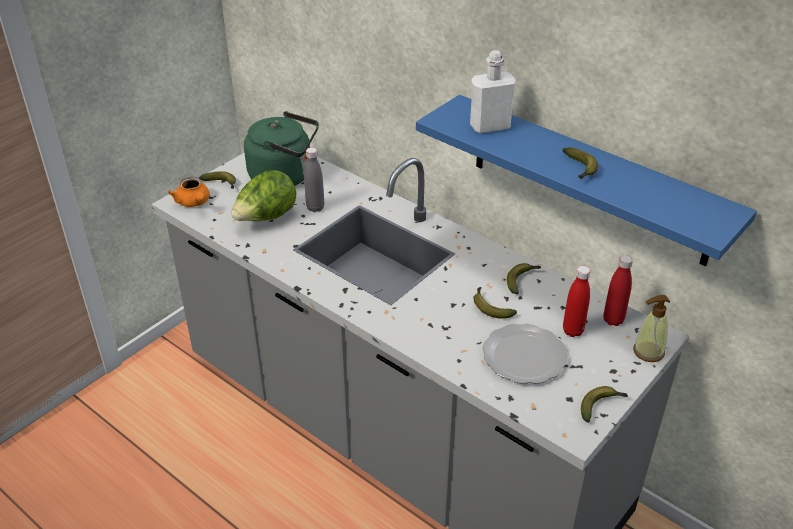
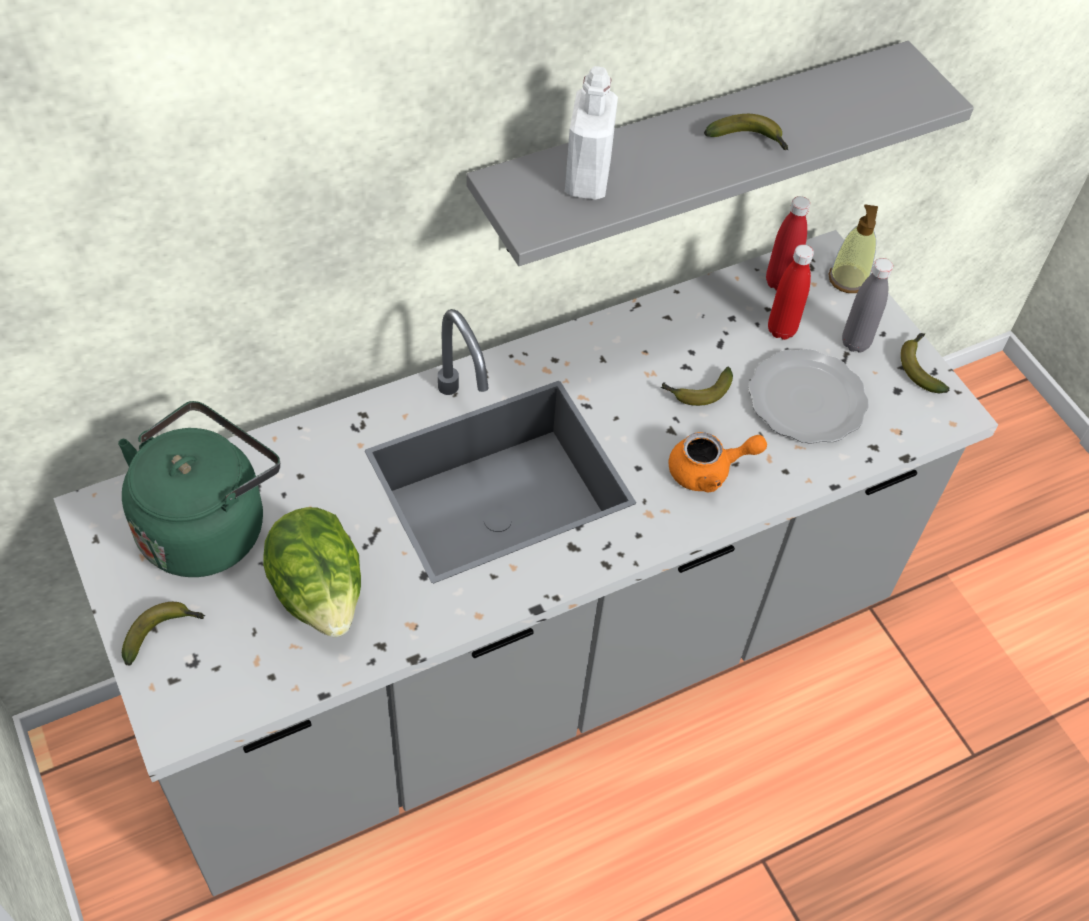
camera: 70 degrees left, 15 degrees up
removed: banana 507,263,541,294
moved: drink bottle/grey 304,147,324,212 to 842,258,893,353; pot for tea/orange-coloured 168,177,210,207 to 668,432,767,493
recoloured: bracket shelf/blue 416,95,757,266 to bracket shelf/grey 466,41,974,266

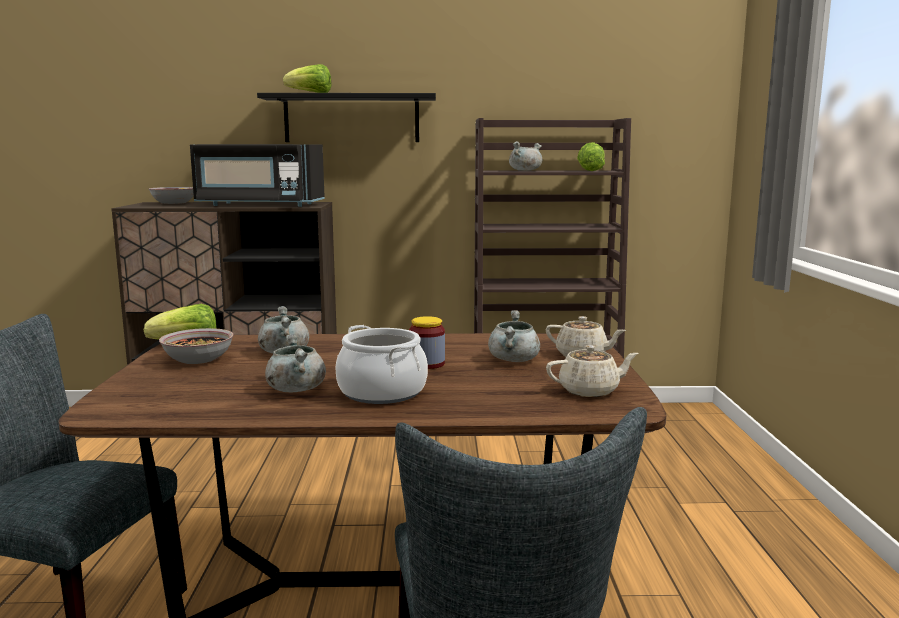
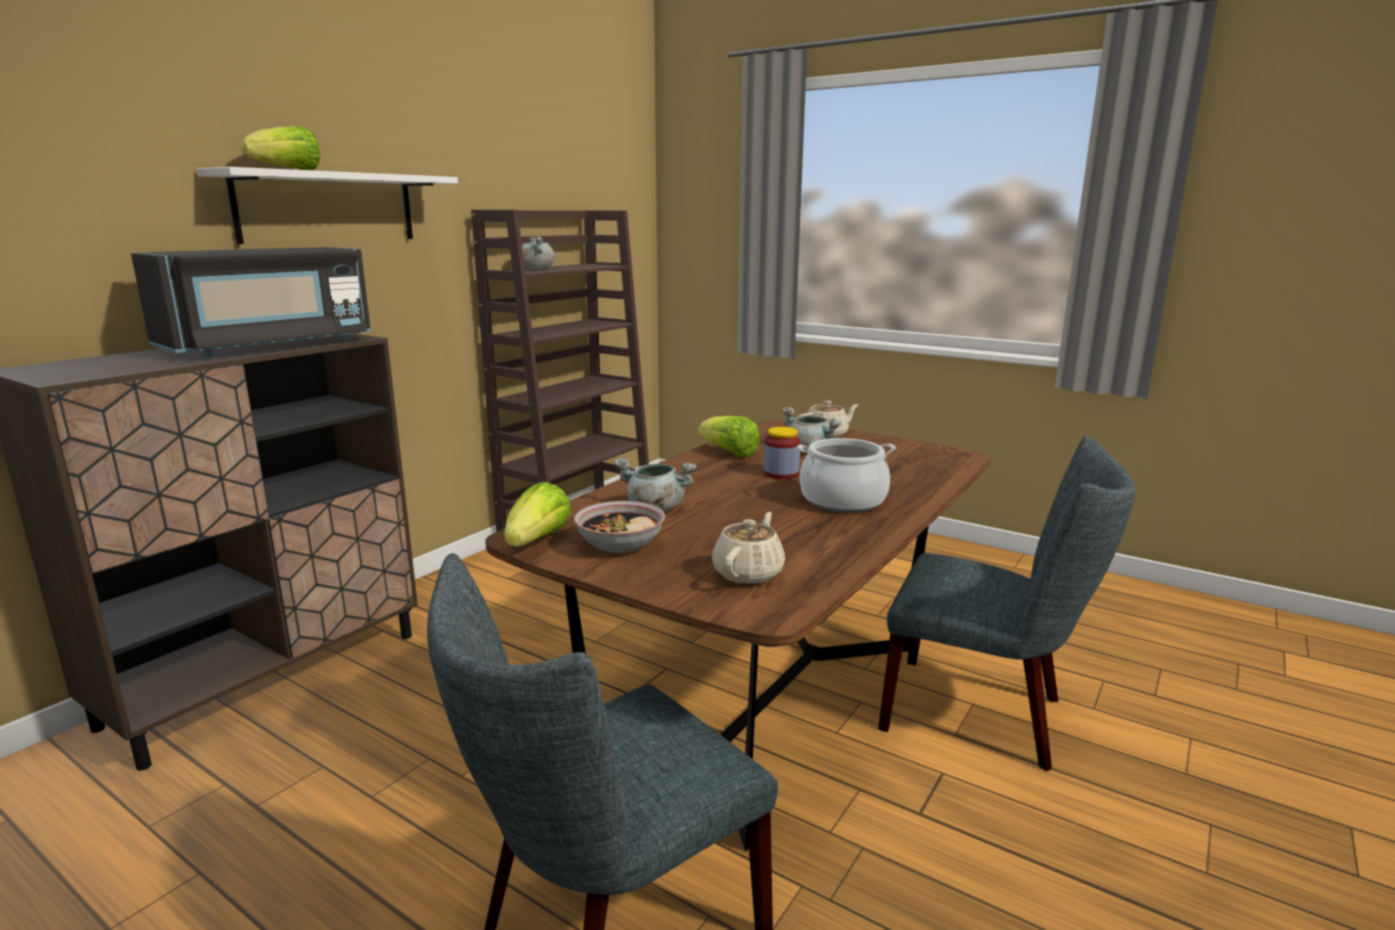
camera: 55 degrees left, 5 degrees up
removed: bowl 149,187,194,204; stockpot/grey 265,334,326,392
moved: head of lettuce 577,142,605,171 to 698,416,760,457; pot for tea/beige 546,345,638,397 to 712,512,785,584
recoloured: bracket shelf/black-coloured 257,93,436,142 to bracket shelf/white-coloured 197,167,458,244

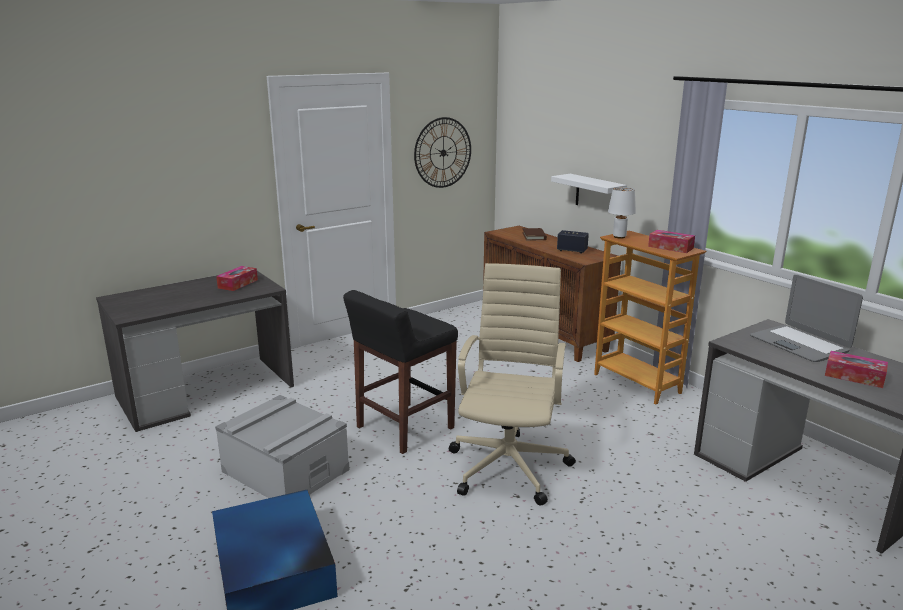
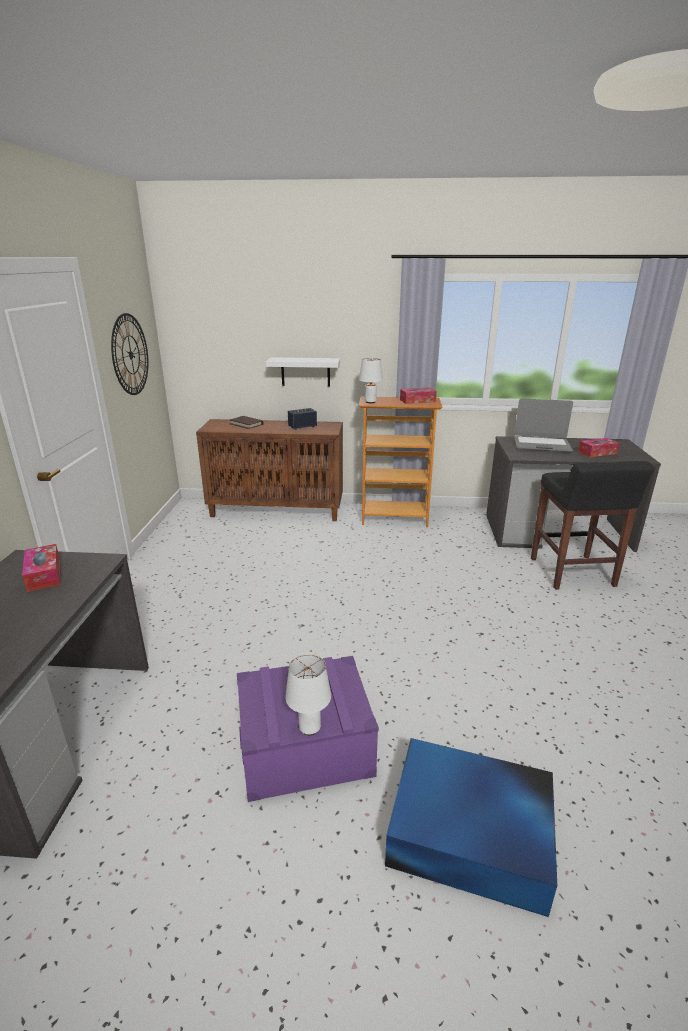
camera: 50 degrees left, 5 degrees up
removed: computer chair/beige 449,263,576,505
added: table lamp/white-coloured 285,654,331,735
moved: stool seat/black-coloured 343,290,458,454 to 531,461,654,590
recoloured: storage box/grey 215,395,350,498 to storage box/purple-coloured 237,656,379,802

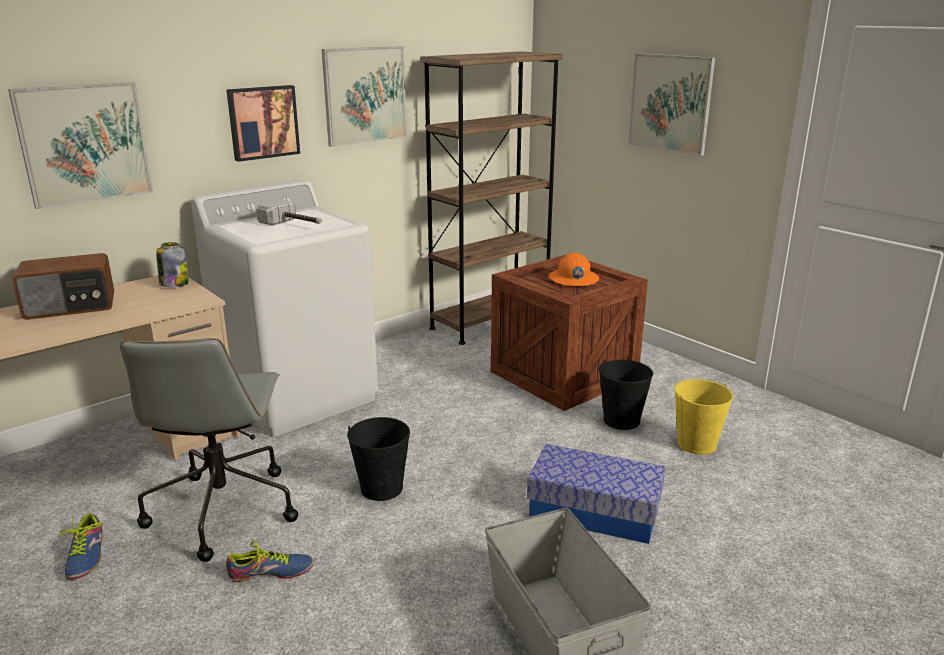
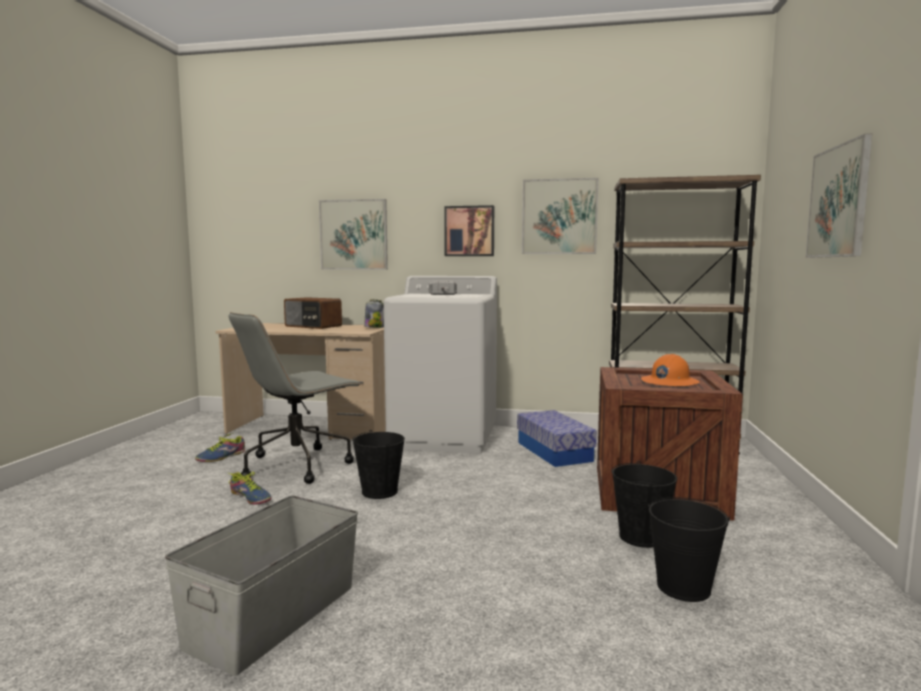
camera: 50 degrees right, 15 degrees down
moved: storage box 527,444,665,544 to 517,410,597,467
recoloured: water bucket/yellowish 674,378,733,455 to water bucket/black-coloured 648,497,730,602

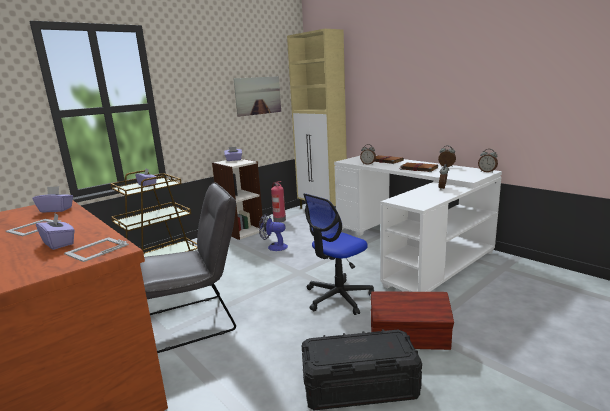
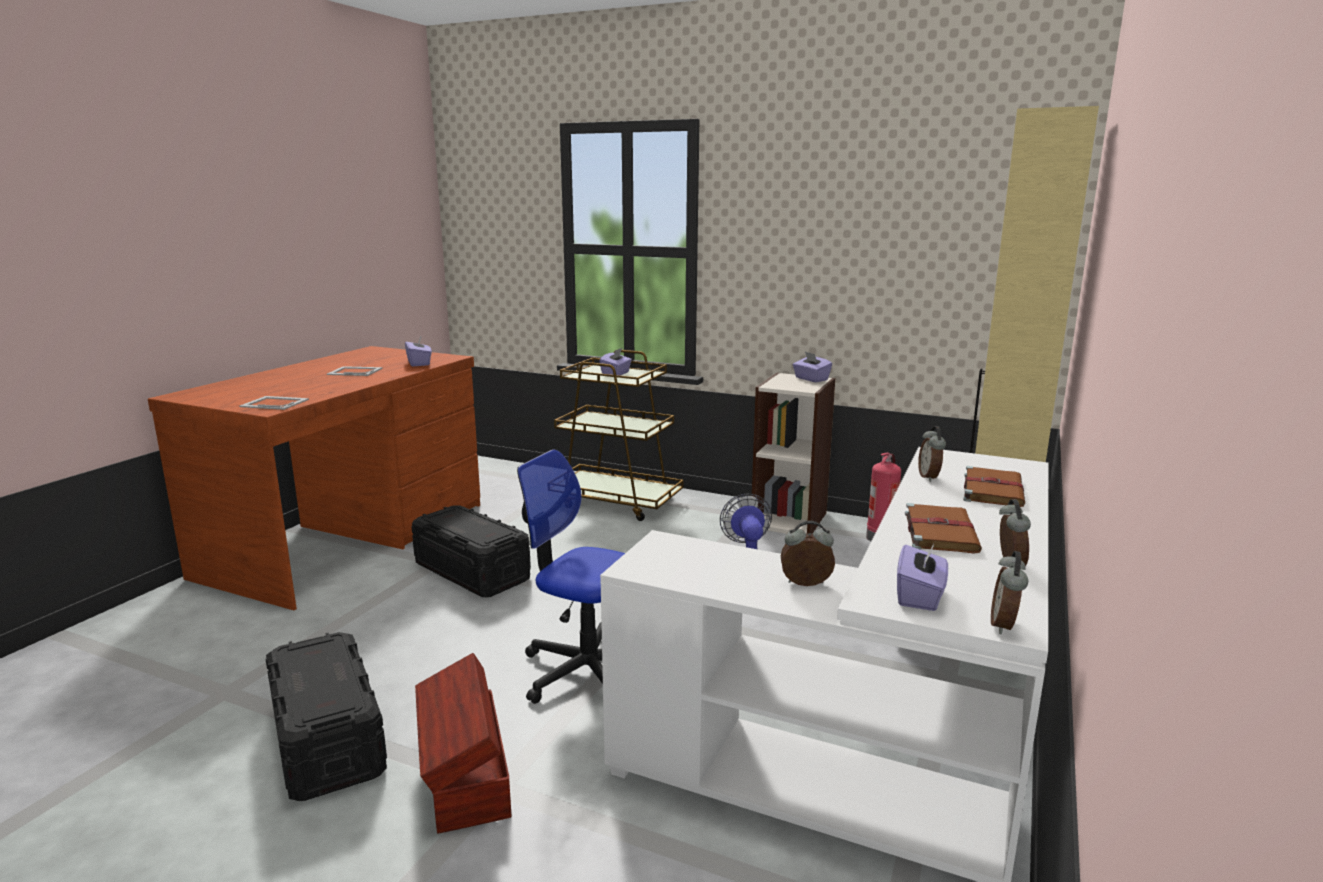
camera: 65 degrees right, 0 degrees up
removed: wall art 233,76,281,117
moved: tissue box/purple-coloured 36,213,75,250 to 897,542,948,611
replaced: chair/grey 140,182,236,353 to storage box/black-coloured 411,505,531,597

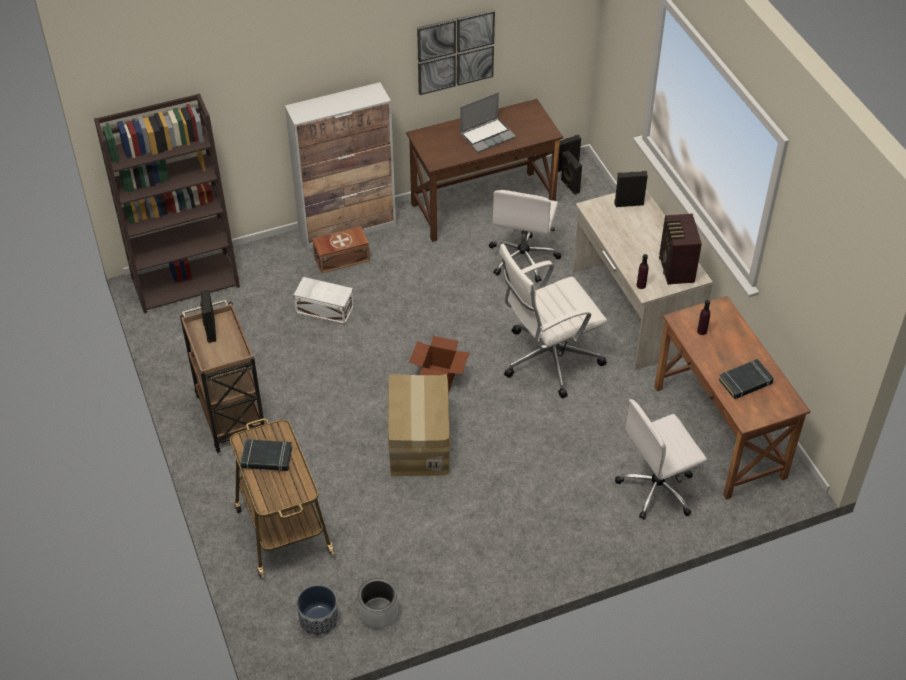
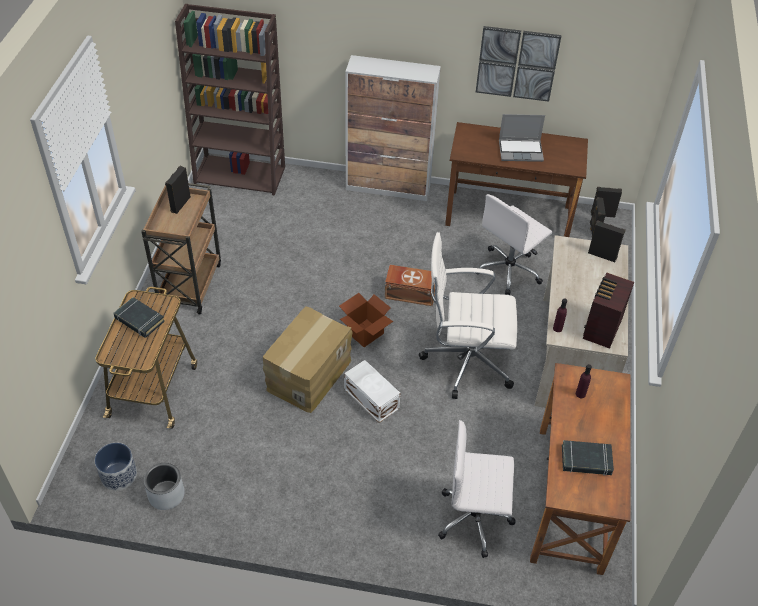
camera: 30 degrees right, 0 degrees up
moved: storage box/brown-coloured 312,226,370,273 to 384,265,435,306; storage box/white-coloured 294,277,354,324 to 344,360,400,423

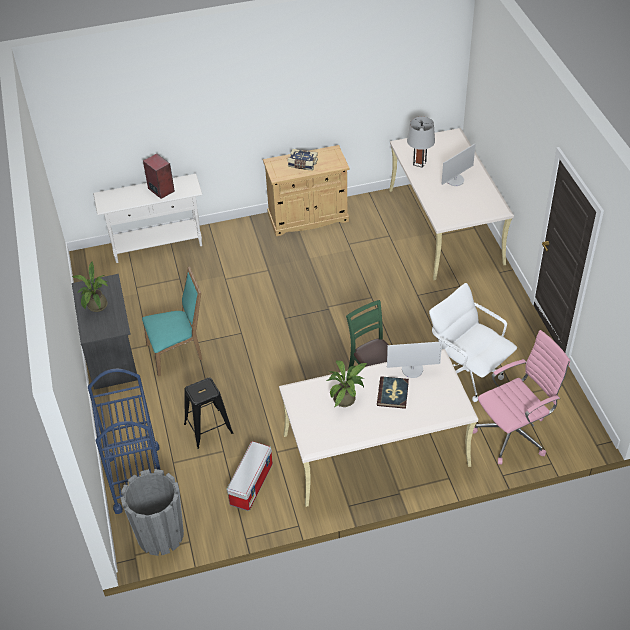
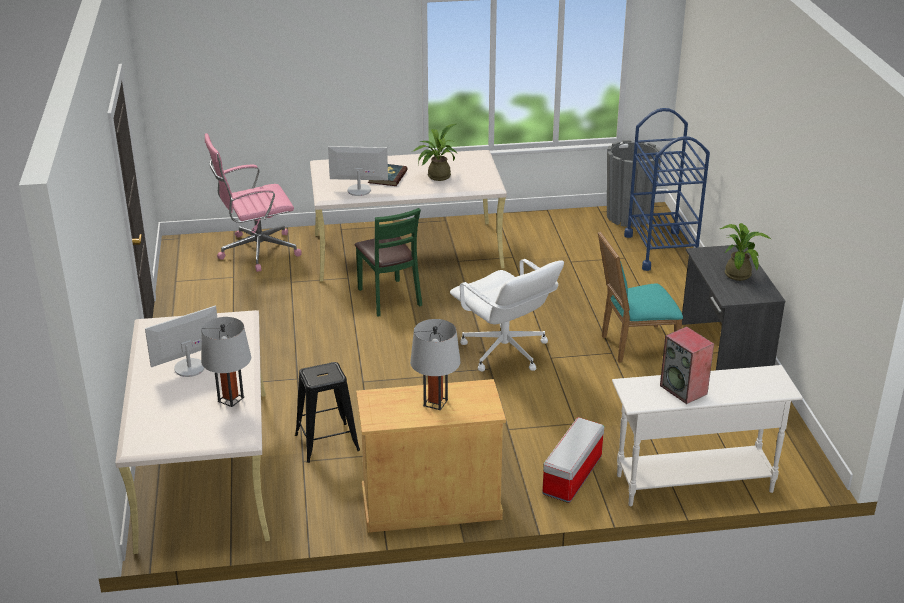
camera: 175 degrees left, 15 degrees down
moved: computer chair/white-coloured 429,283,517,402 to 450,259,564,372; stool seat/black-coloured 184,378,233,449 to 295,362,360,463; storage box 227,441,273,511 to 543,417,604,503
replaced: bound book 288,149,318,171 to table lamp/grey 410,319,461,410

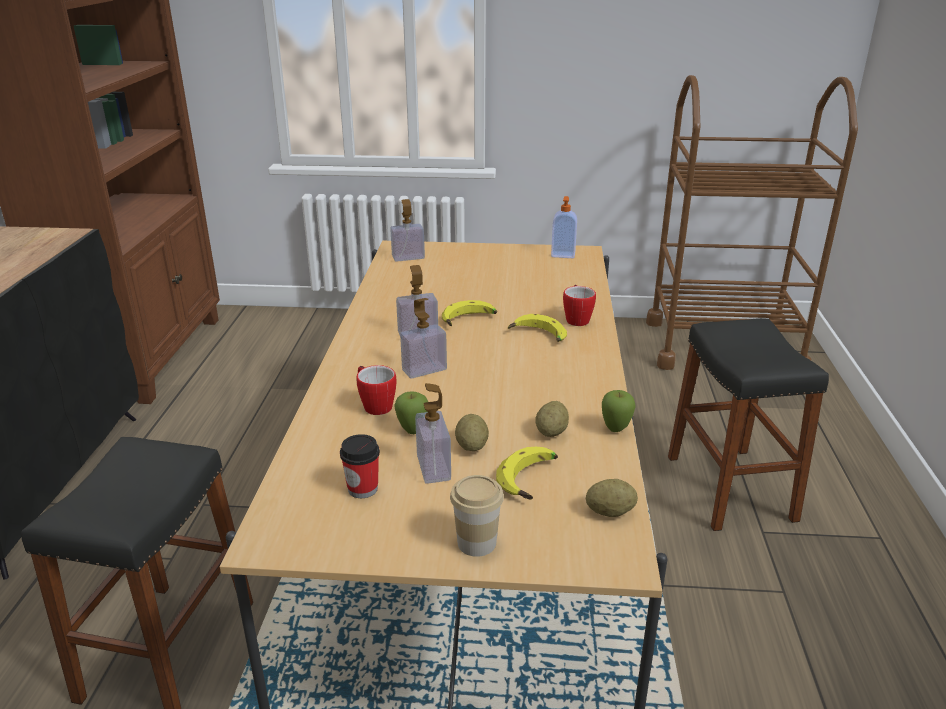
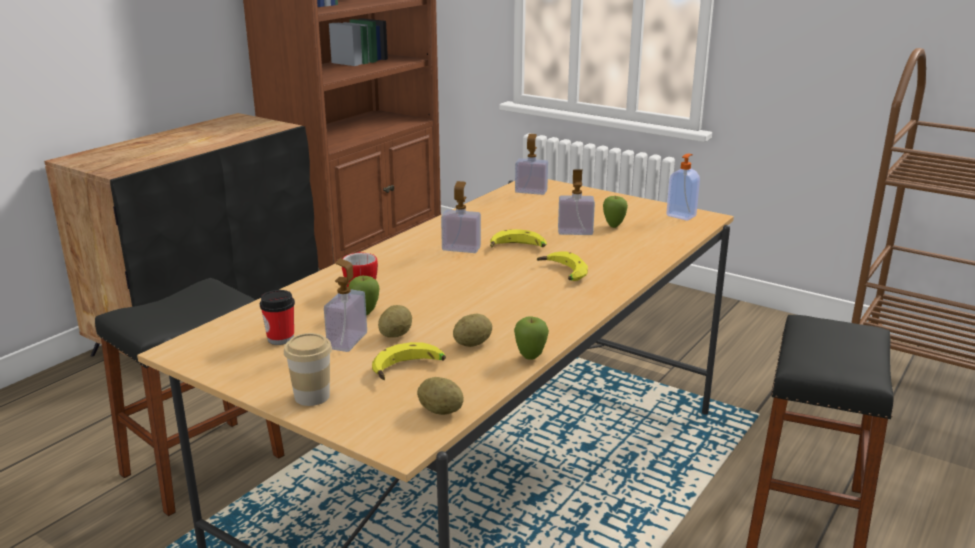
camera: 30 degrees right, 5 degrees down
removed: coffee mug 563,285,596,326
added: apple 603,196,628,228
moved: soap dispenser 400,298,447,378 to 558,169,595,235

